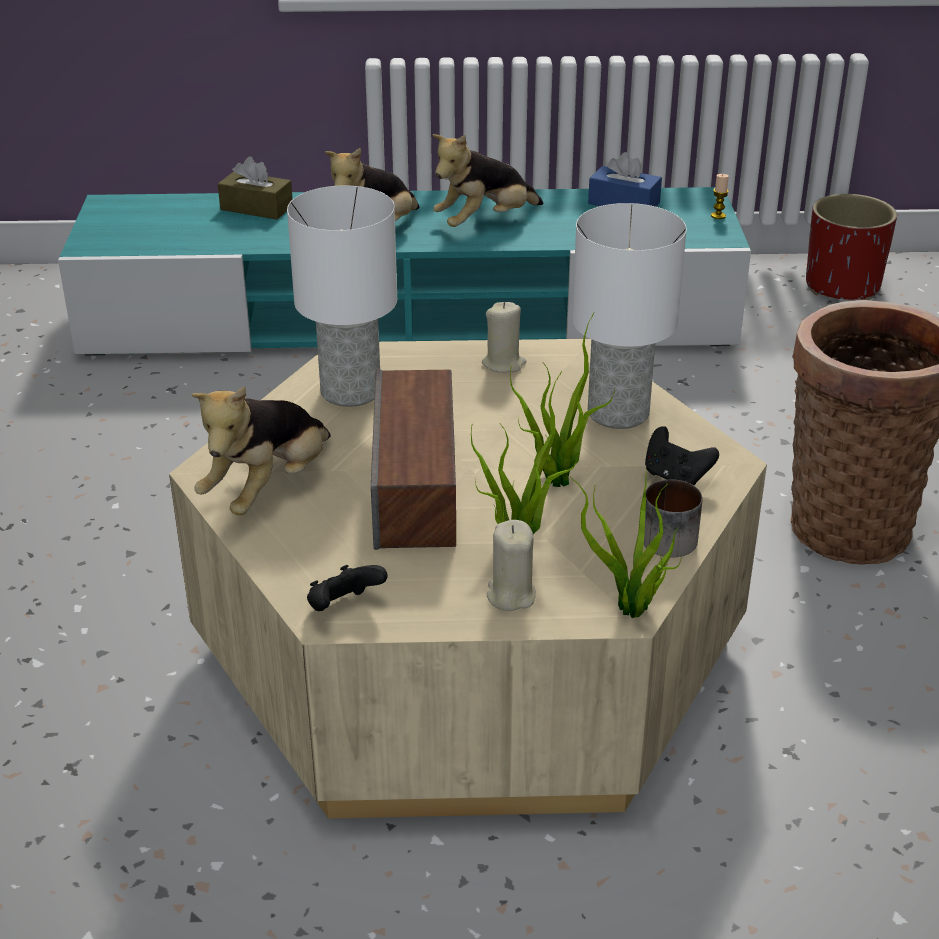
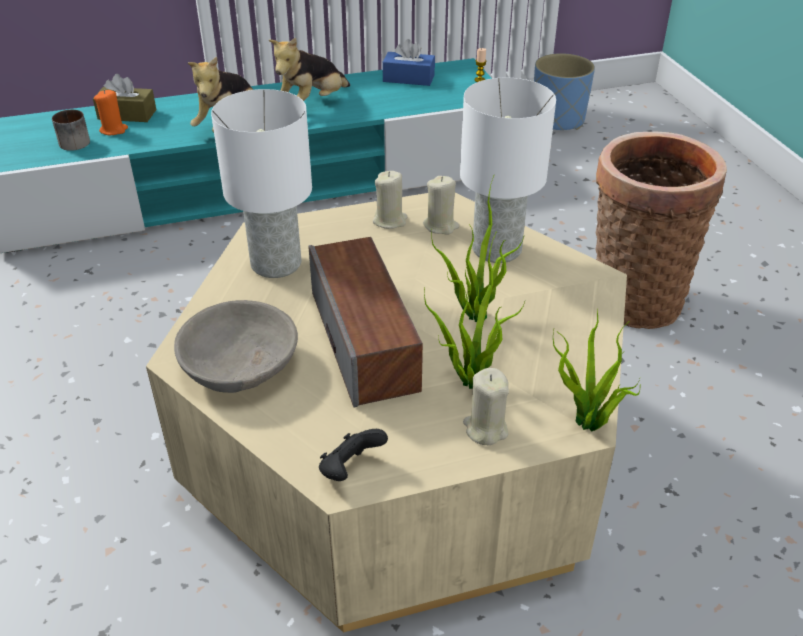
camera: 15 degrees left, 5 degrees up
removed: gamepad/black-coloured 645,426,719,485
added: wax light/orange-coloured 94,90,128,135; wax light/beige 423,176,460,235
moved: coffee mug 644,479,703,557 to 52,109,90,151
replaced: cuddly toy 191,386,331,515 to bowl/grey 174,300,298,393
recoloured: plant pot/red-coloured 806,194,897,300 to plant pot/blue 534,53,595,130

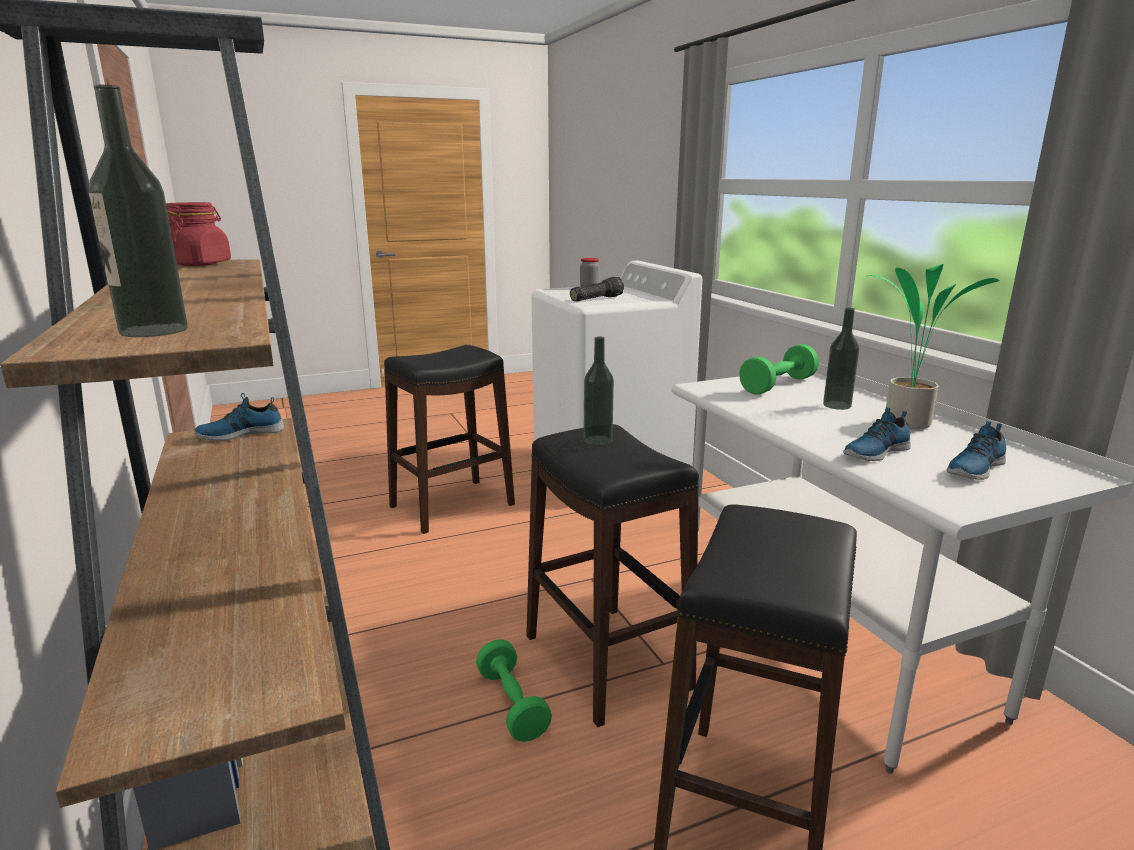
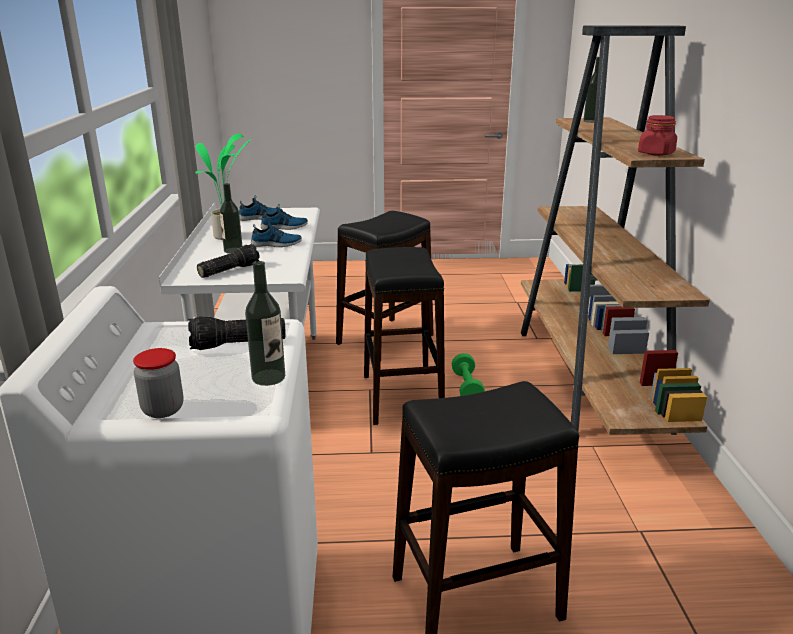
camera: 160 degrees left, 5 degrees up
moved: drink bottle 584,337,614,446 to 245,261,285,386; low shoe 194,393,284,441 to 251,219,302,247
replaced: hand weight/green-coloured 739,344,819,395 to flashlight 197,244,260,278

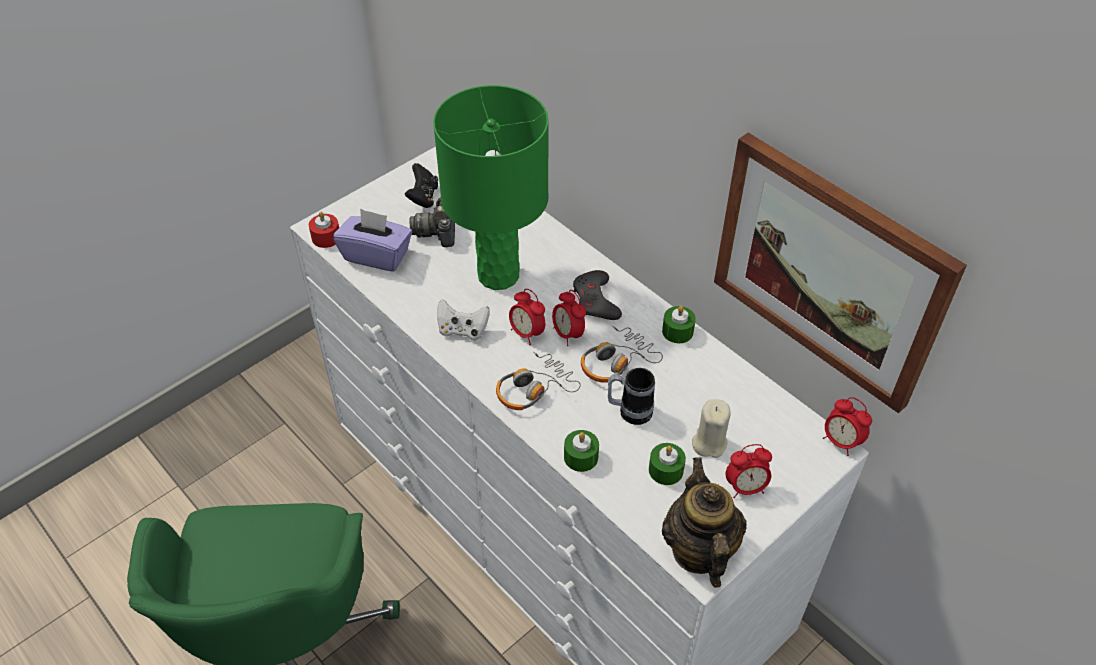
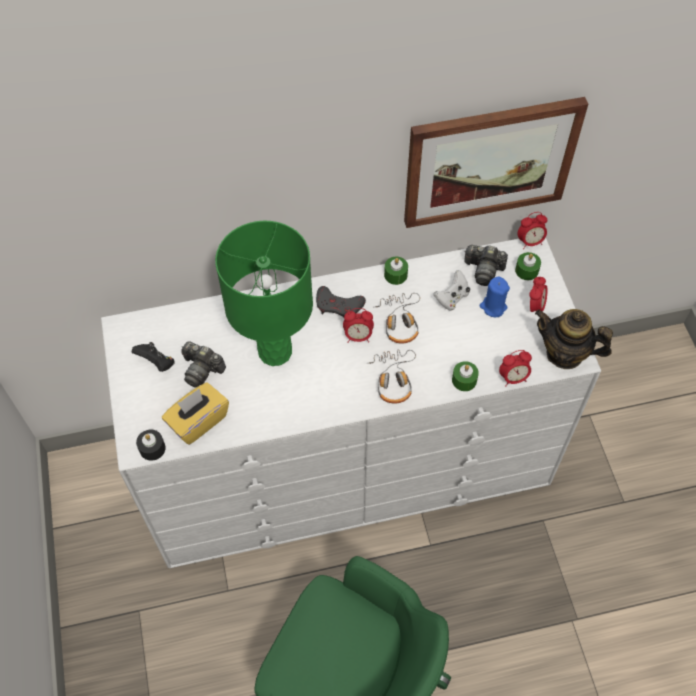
camera: 60 degrees left, 10 degrees up
removed: coffee mug 608,368,655,425
added: still camera 464,245,508,286
moved: table clock 509,289,545,345 to 499,350,532,387; gamepad/white-coloured 437,299,490,341 to 434,270,470,311; wax light/green-coloured 649,443,686,485 to 515,252,541,280
recoloured: tissue box/purple-coloured 333,208,412,272 to tissue box/yellowish 162,382,229,445; wax light/red-coloured 309,212,339,248 to wax light/black-coloured 136,430,166,461; wax light/beige 692,399,731,458 to wax light/blue 479,277,510,317

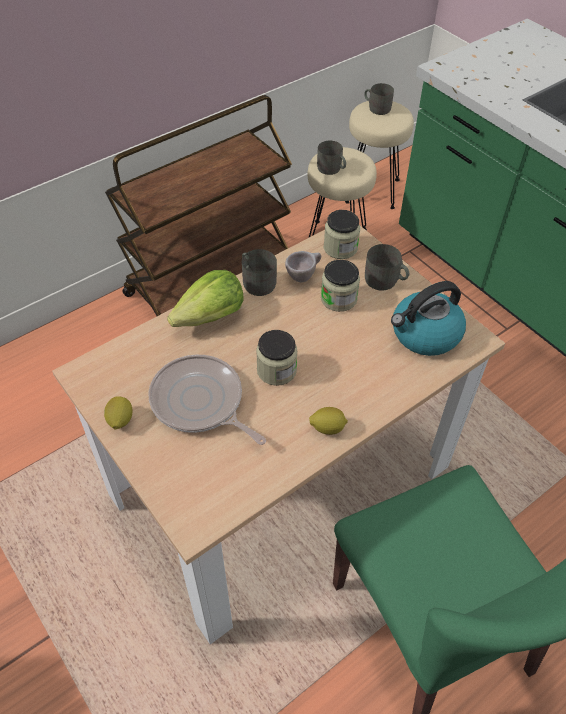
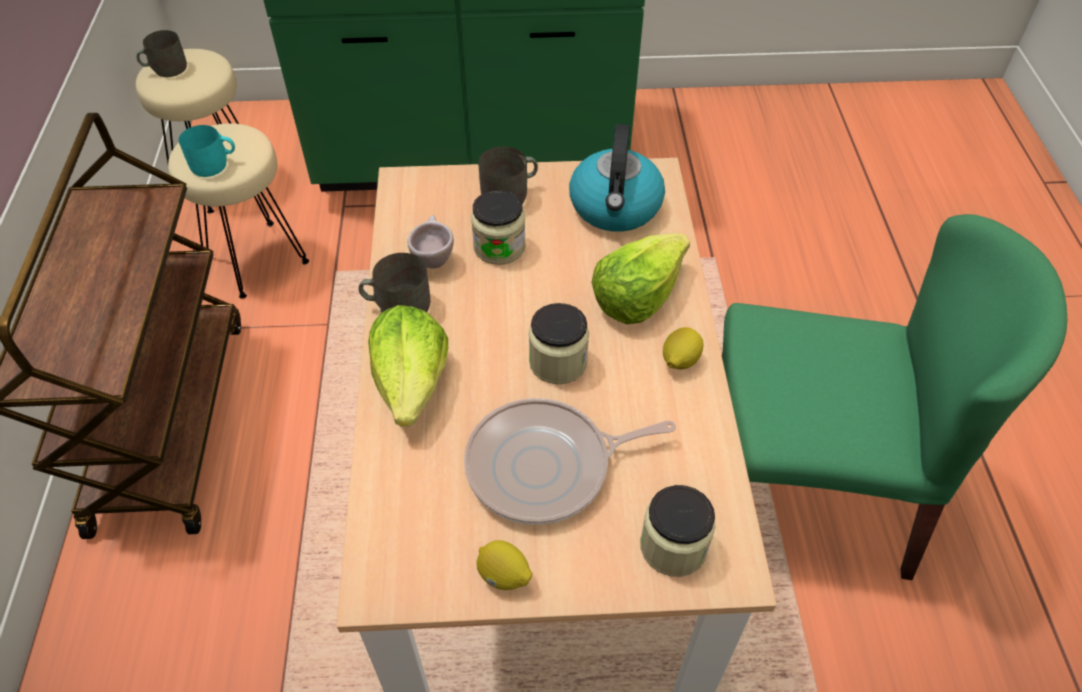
camera: 55 degrees left, 0 degrees up
added: head of lettuce 591,233,690,324
moved: jar 324,210,360,259 to 640,485,716,577
recoloured: coffee mug/grey 317,141,346,175 to coffee mug/turquoise-coloured 179,125,235,177

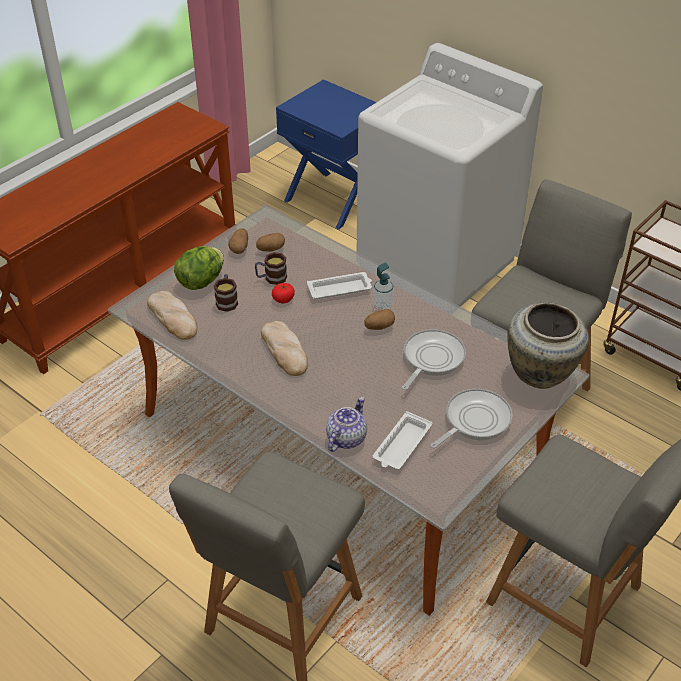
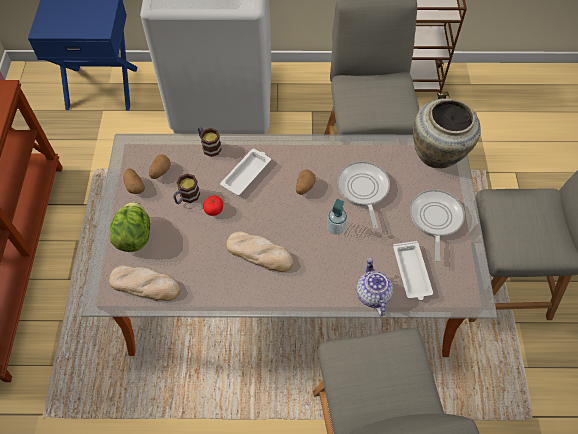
camera: 40 degrees left, 15 degrees up
moved: soap dispenser 373,262,394,310 to 327,199,347,235; coffee mug 214,274,238,312 to 198,127,222,157

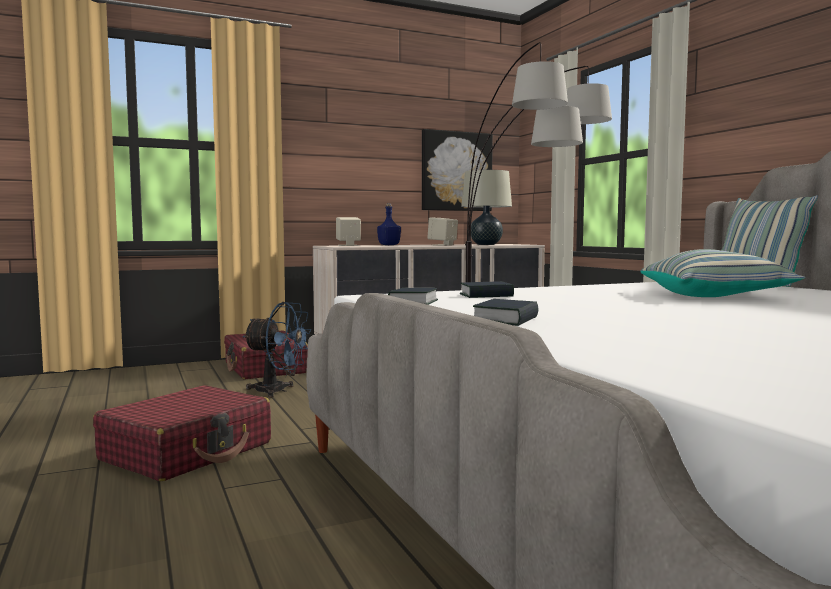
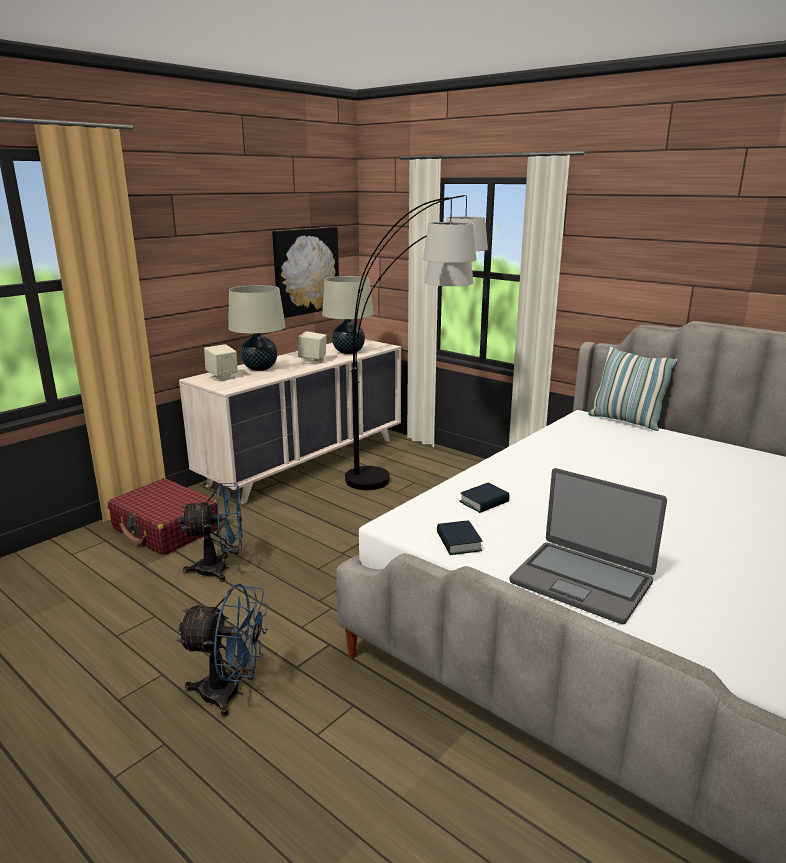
camera: 25 degrees left, 15 degrees up
removed: cushion 640,249,805,297
replaced: drink bottle/blue 377,203,401,245 to table lamp/beige 228,285,285,371; bound book 473,299,538,326 to portable computer 509,468,667,624; suitcase/red-coloured 93,385,271,482 to cooling fan/blue 176,584,268,717

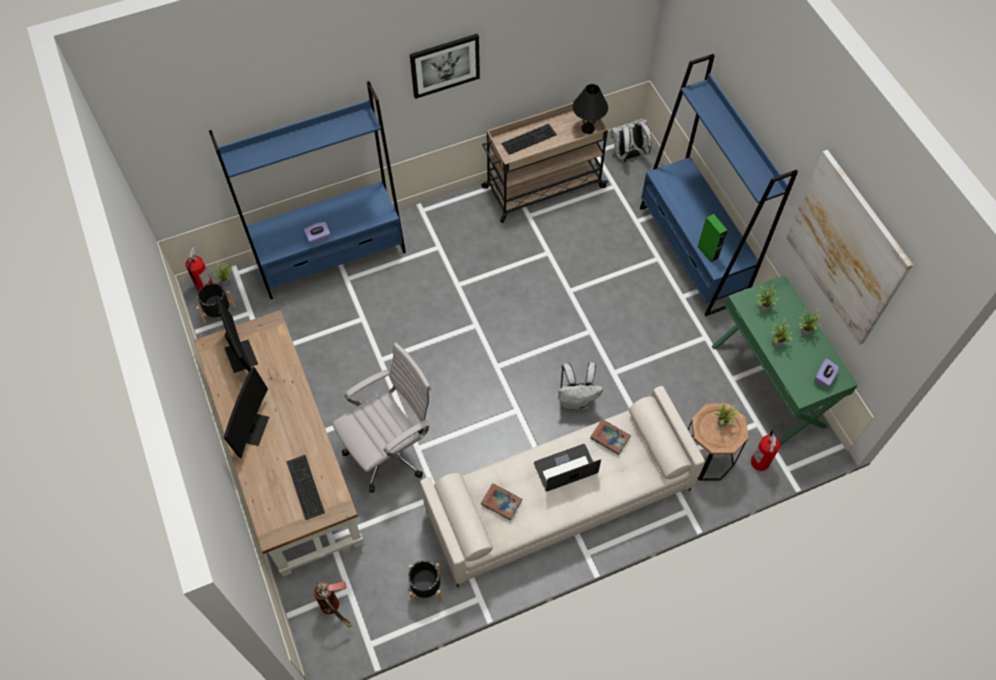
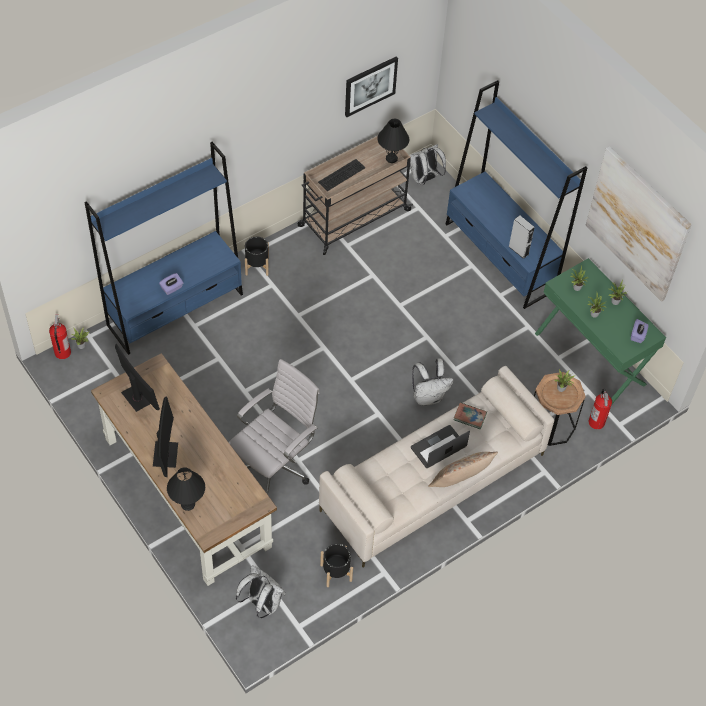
camera: 15 degrees left, 5 degrees down
removed: keyboard 286,455,325,520; bound book 481,483,522,521
added: cushion/beige 428,452,498,487; table lamp/black-coloured 167,467,205,511
moved: wall art 410,34,480,99 to 345,57,398,117; plant pot/black-coloured 196,283,236,323 to 245,237,269,276
replaced: fire extinguisher 313,580,352,627 to backpack/white-coloured 236,565,286,618
recoloured: audio speaker/green-coloured 697,214,728,263 to audio speaker/grey 508,215,535,259

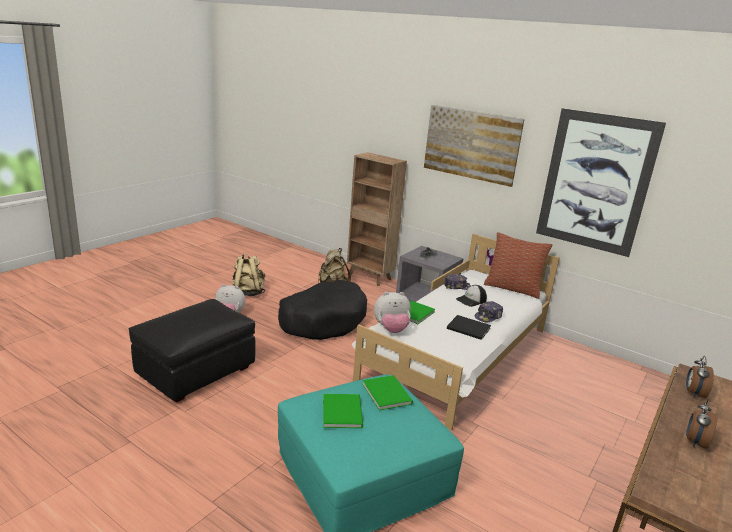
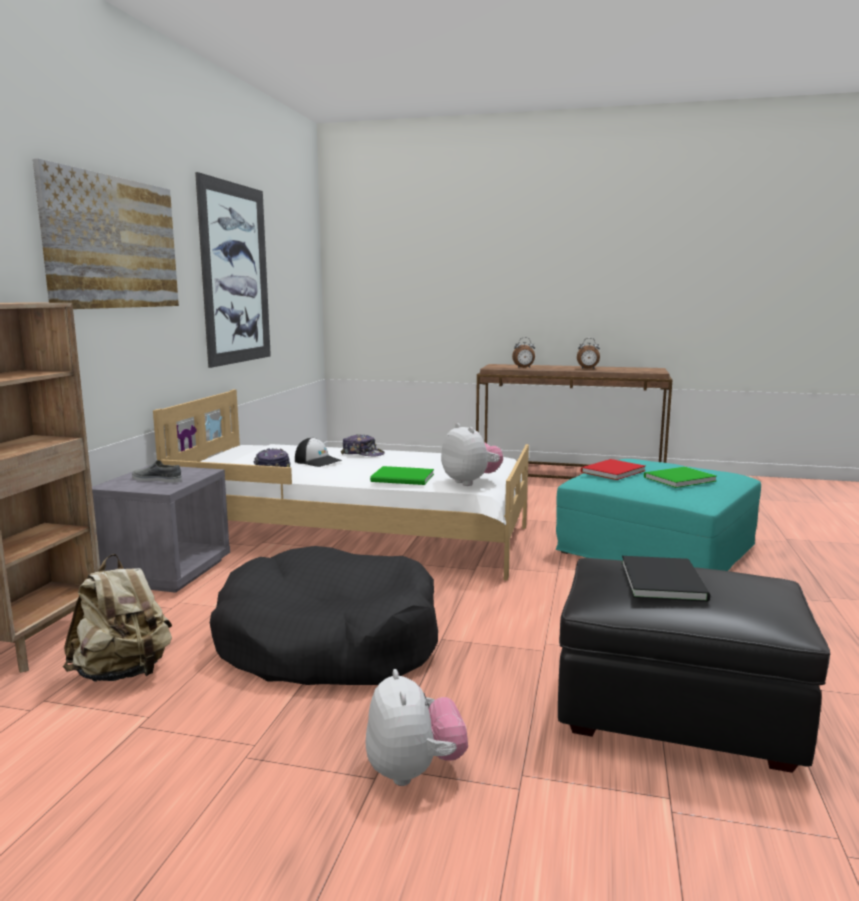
camera: 110 degrees left, 10 degrees down
removed: cushion 484,232,552,299; backpack/beige 232,254,265,296
moved: bound book/black-coloured 447,315,491,340 to 622,556,710,602
recoloured: bound book/green-coloured 362,375,413,410 to bound book/red-coloured 581,459,645,480

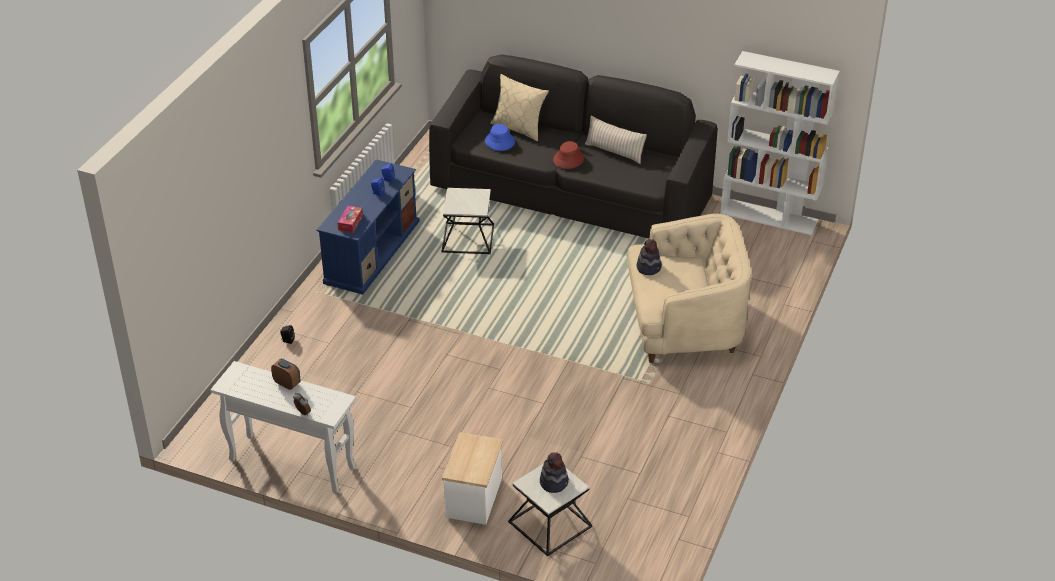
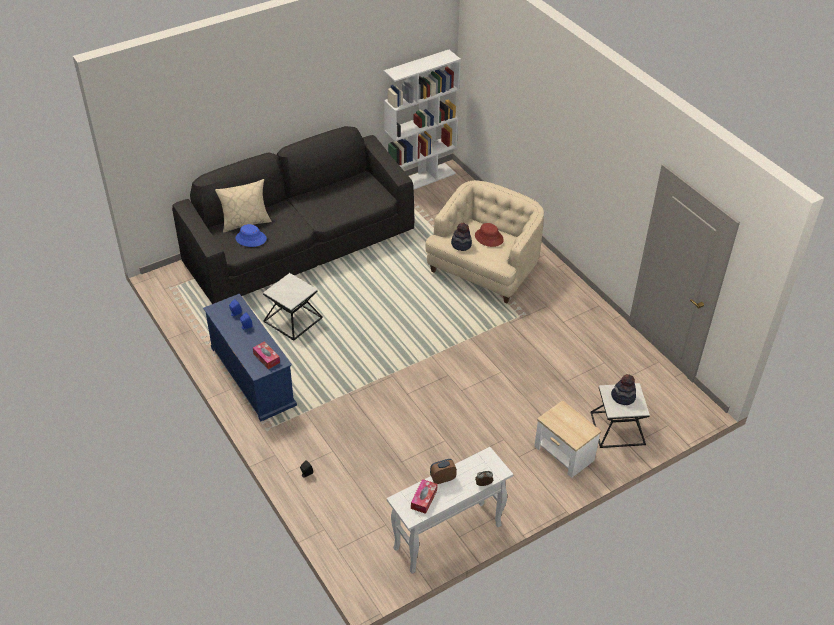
camera: 55 degrees left, 5 degrees up
removed: cushion/beige 585,116,647,164
added: tissue box 411,479,438,514
moved: clothing hat/red-coloured 553,141,584,169 to 475,223,504,247

